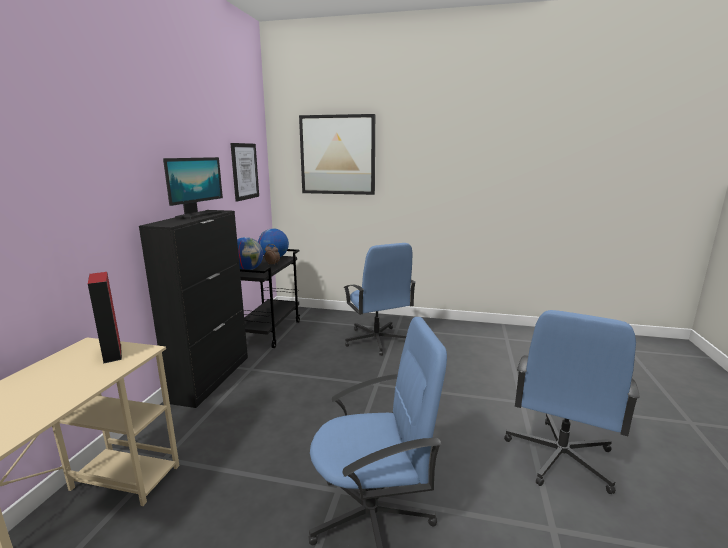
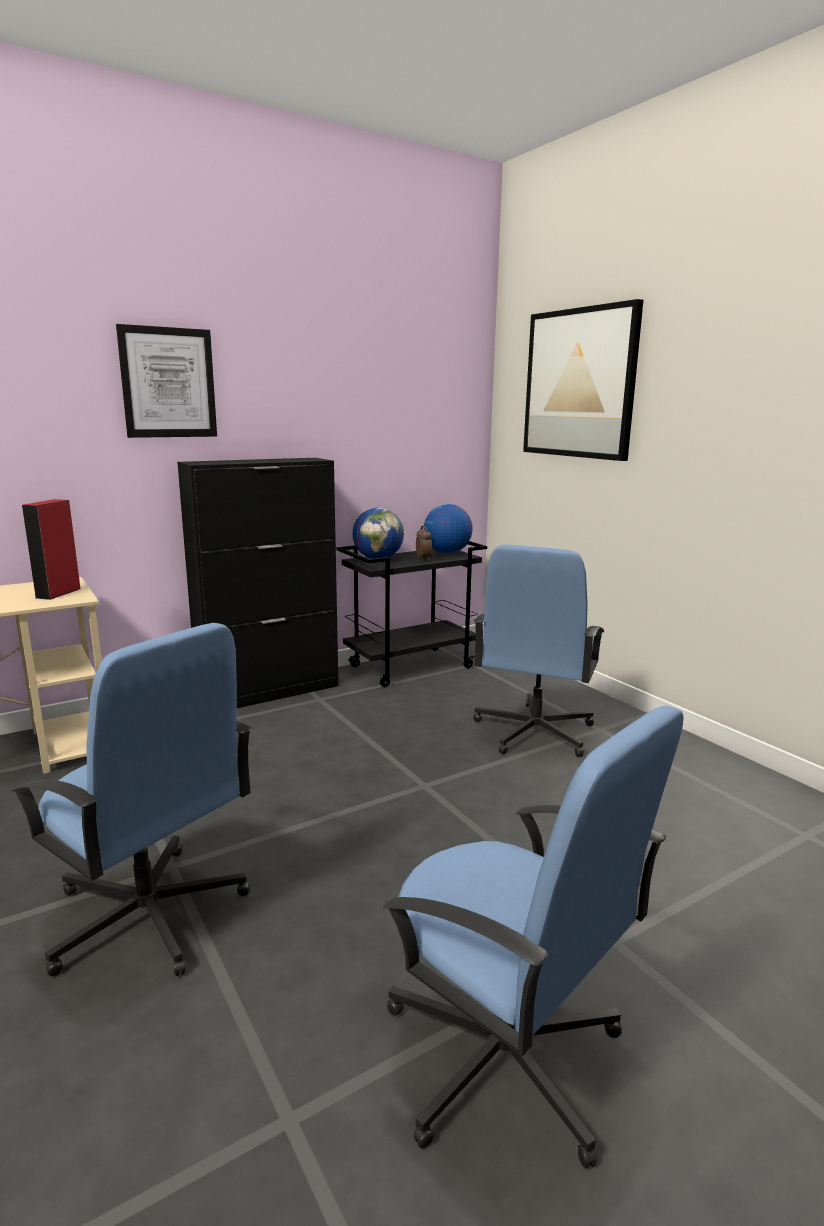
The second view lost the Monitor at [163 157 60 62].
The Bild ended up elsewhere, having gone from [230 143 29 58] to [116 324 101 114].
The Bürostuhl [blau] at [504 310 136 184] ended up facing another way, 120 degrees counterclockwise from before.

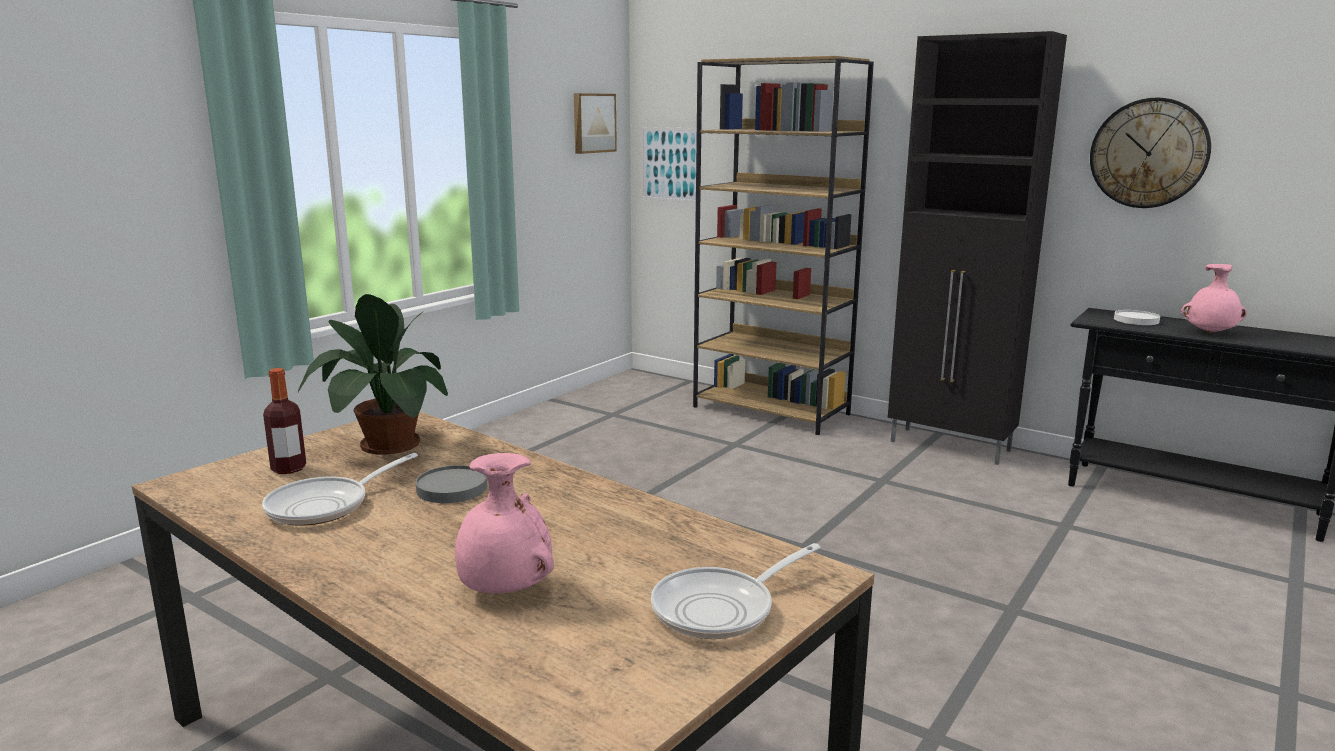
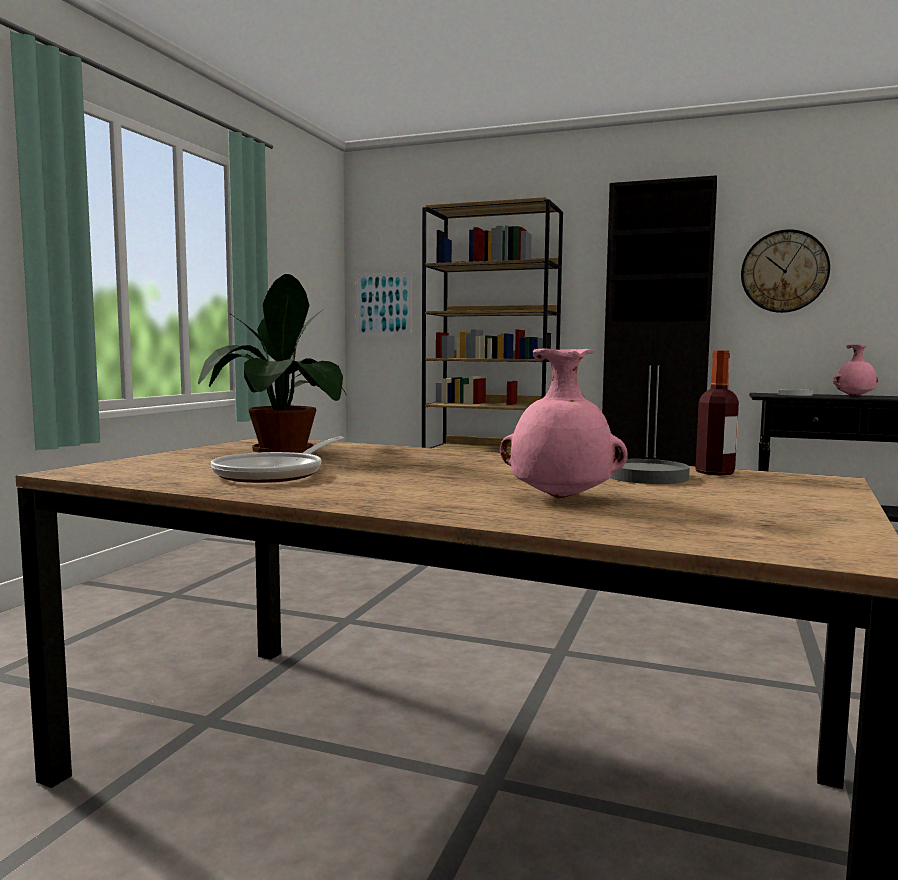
The second view lost the Bild at [574 93 43 61].
The second view lost the Pfanne at [651 543 170 96].
The Flasche ended up elsewhere, having gone from [263 368 43 106] to [695 350 44 125].
The Teller [grau] ended up elsewhere, having gone from [416 465 71 38] to [610 459 80 25].

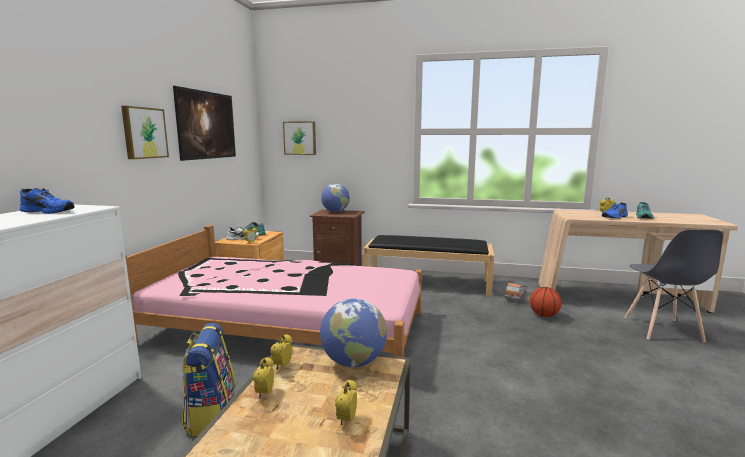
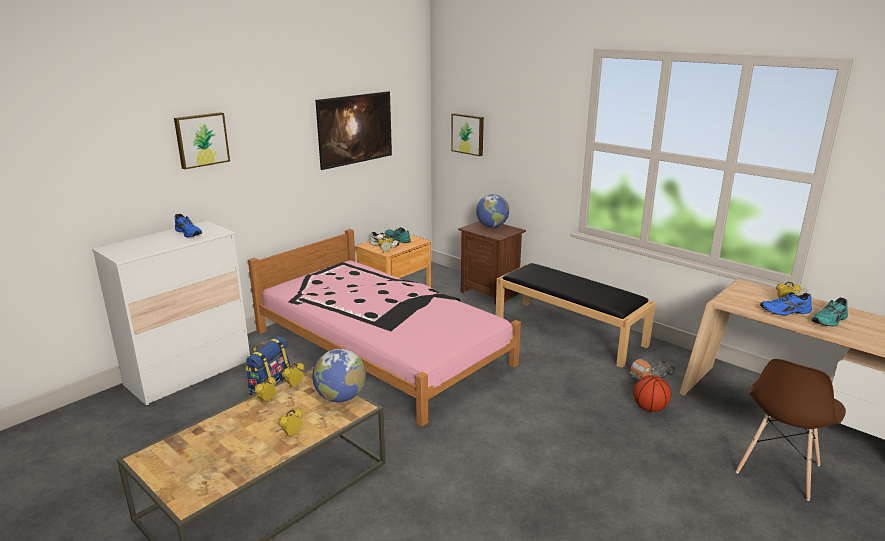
The Bild ended up elsewhere, having gone from [121 106 48 53] to [174 112 56 57].
What was the Stuhl [grau] at [625 229 98 114] turned into the Stuhl [braun] at [736 359 110 142].

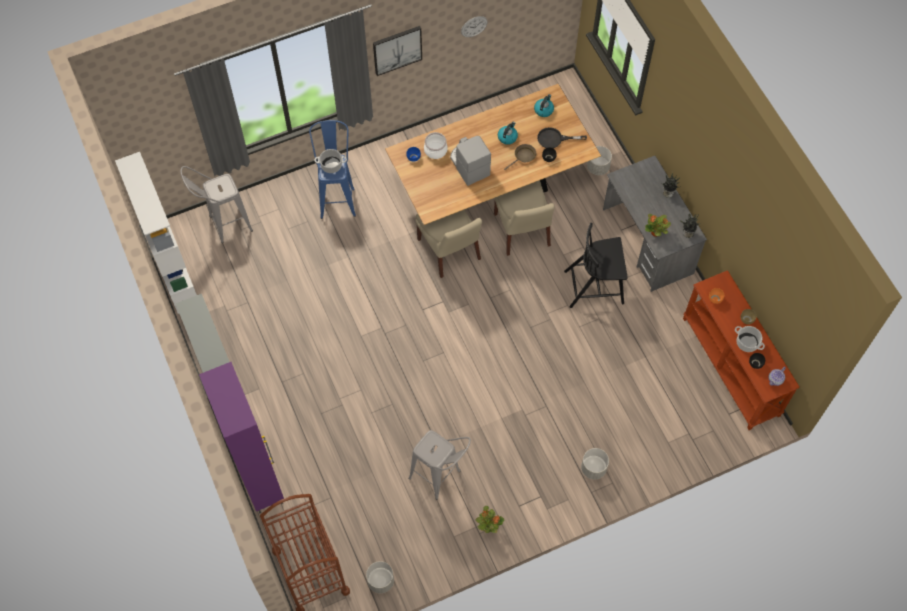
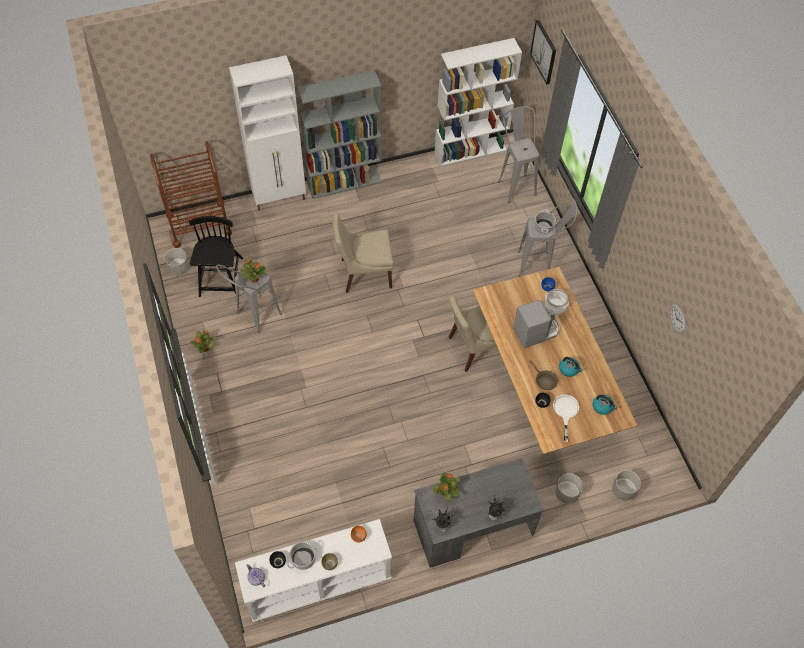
The second view gained the Topfpflanze at [241 258 25 25].
The Bild ended up elsewhere, having gone from [373 26 49 50] to [530 20 26 64].
The Stuhl [beige] ended up elsewhere, having gone from [494 180 61 76] to [332 213 61 80].
The Stuhl [schwarz] ended up elsewhere, having gone from [564 223 64 85] to [189 216 54 81].
The Pflanzkübel [grau] ended up elsewhere, having gone from [581 448 28 31] to [612 470 29 31].
What was the Schrank [lila] at [199 362 85 152] turned into the Schrank [weiß] at [229 55 77 156].
What was the Hocker [blau] at [309 120 47 99] turned into the Hocker [grau] at [518 197 59 80].
What was the Pfanne [schwarz] at [537 127 50 21] turned into the Pfanne [weiß] at [553 395 26 47].
What was the Konsolentisch [braun] at [683 270 116 160] turned into the Konsolentisch [weiß] at [235 519 157 105].

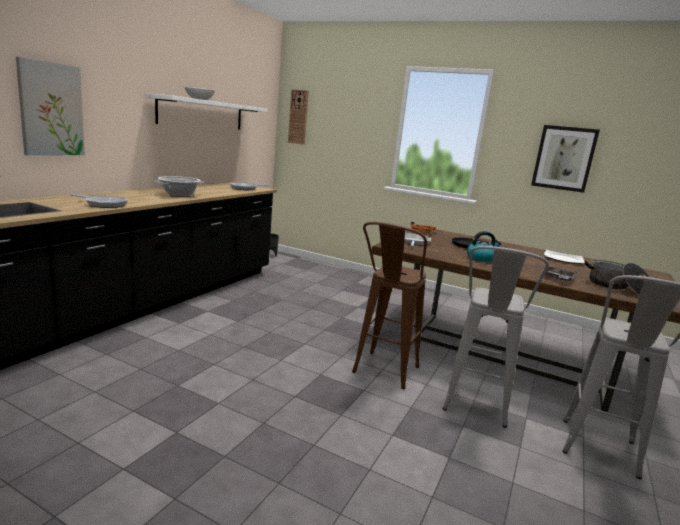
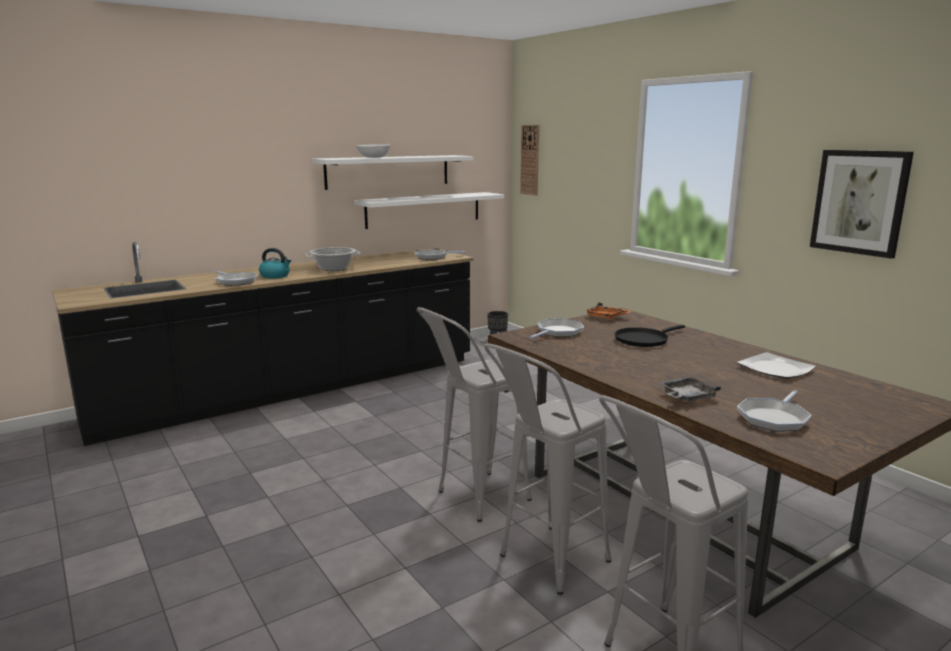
The second view lost the Bild at [16 57 69 99].
The second view gained the Wandregal [weiß] at [354 192 150 37].
The Wasserkessel ended up elsewhere, having gone from [467 231 34 31] to [259 248 32 31].
Where the Kochtopf stood at [585 260 64 35], the Pfanne came to stand at [737 390 74 41].
What was the Hocker [braun] at [352 222 75 167] turned into the Hocker [grau] at [417 307 115 215].

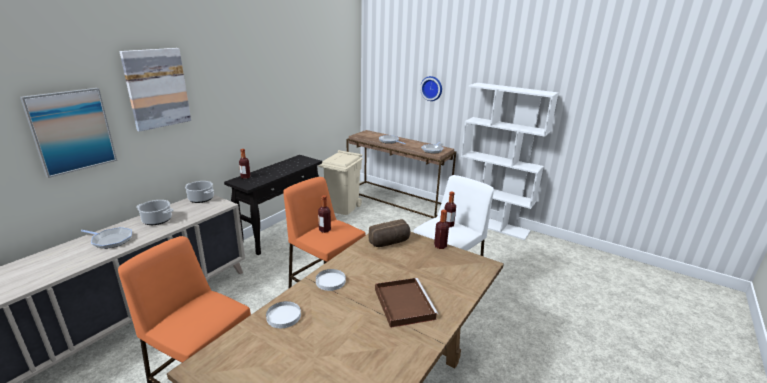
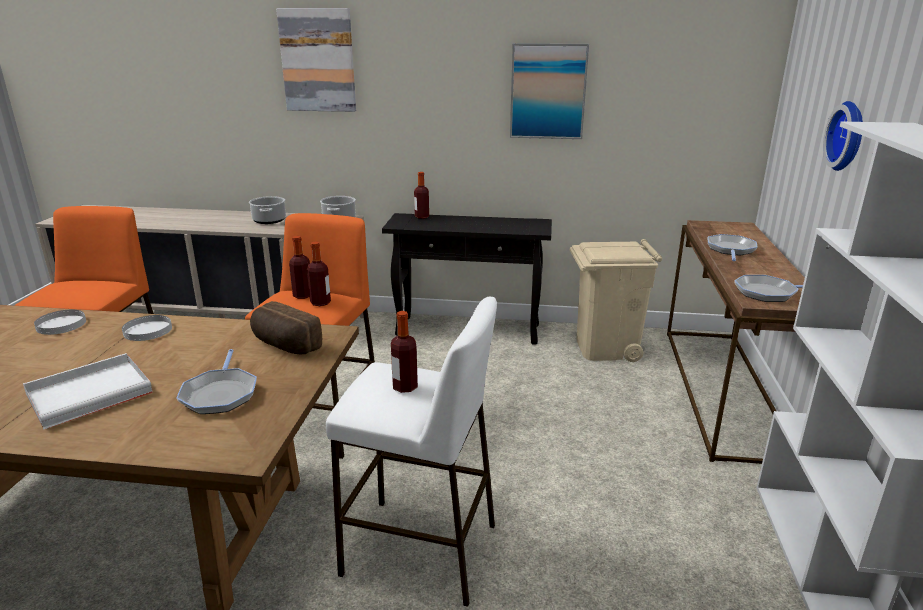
The Bild ended up elsewhere, having gone from [20 88 97 90] to [510 43 79 96].
The Pfanne ended up elsewhere, having gone from [81 227 51 22] to [177 349 80 65].
The Flasche ended up elsewhere, having gone from [434 210 15 39] to [307 242 24 64].
What was the Tablett [braun] at [375 278 63 50] turned into the Tablett [weiß] at [23 353 130 77].

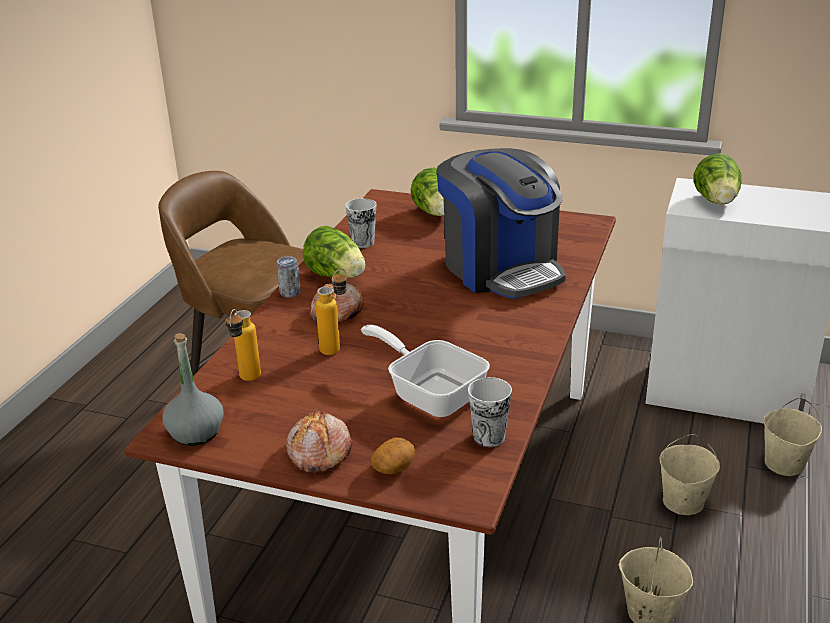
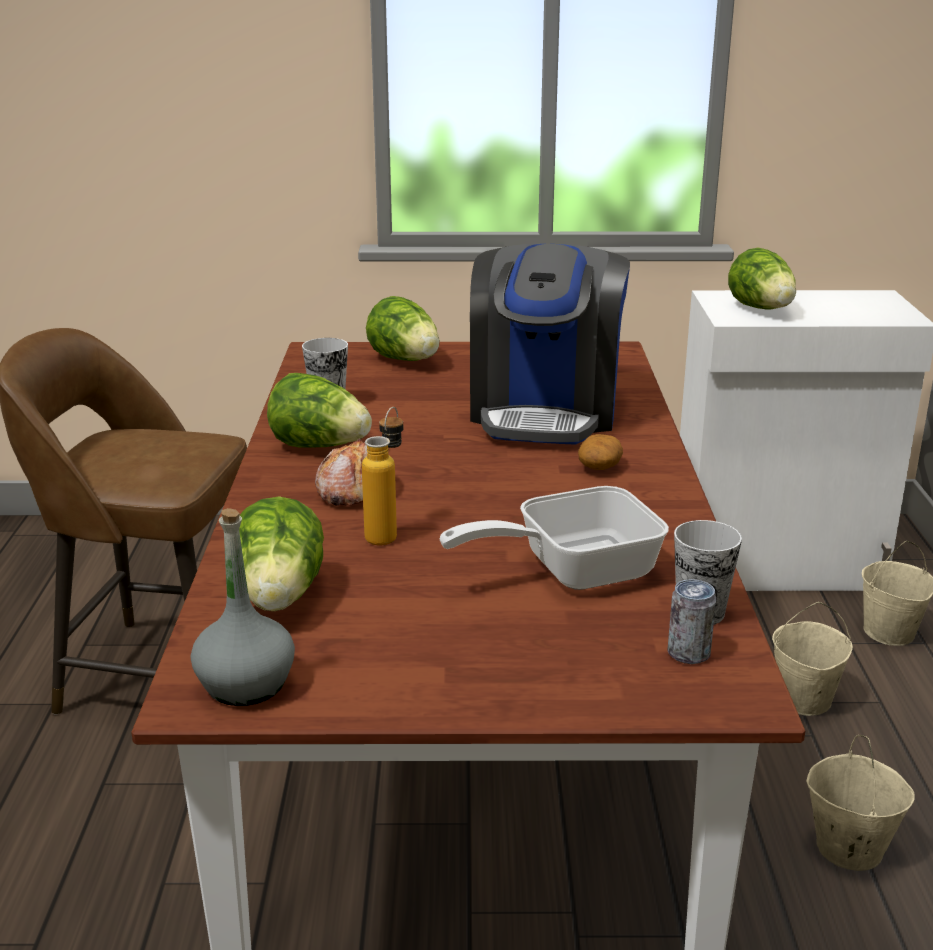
The second view lost the Brot at [286 410 66 63].
The Dose ended up elsewhere, having gone from [277 256 24 42] to [667 579 49 85].
The Kartoffel ended up elsewhere, having gone from [370 437 45 37] to [578 434 45 36].
Where the Flasche stood at [226 309 35 72], the Salatkopf came to stand at [239 496 85 115].
The Pfanne at [361 325 129 92] ended up facing another way, 45 degrees counterclockwise from before.
The Kaffeemaschine at [437 148 129 151] ended up facing another way, 60 degrees clockwise from before.

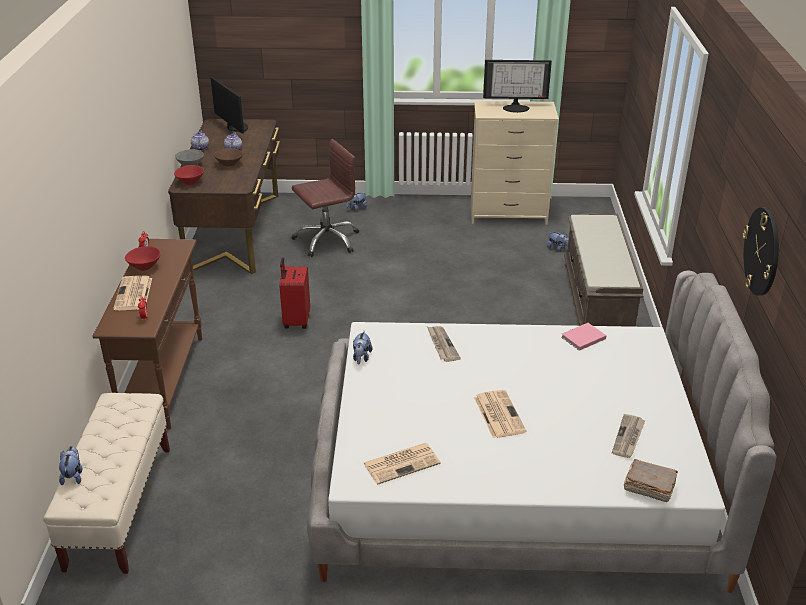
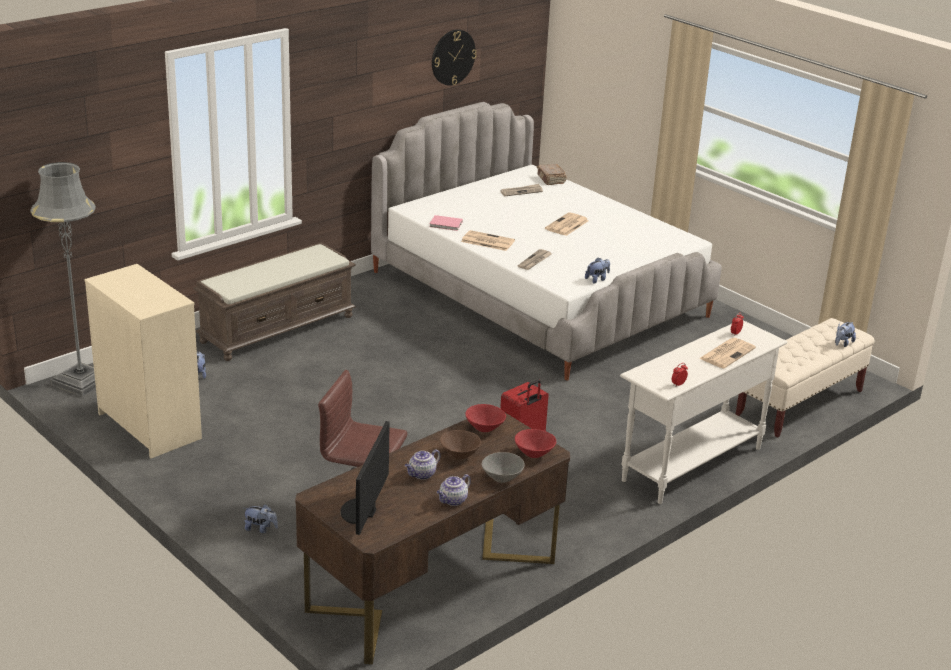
The second view lost the Monitor at [483 60 69 53].
The second view gained the Stehlampe [grau] at [30 162 66 235].
The Schüssel [rot] ended up elsewhere, having gone from [125 246 36 25] to [465 404 41 28].
The Zeitung ended up elsewhere, having gone from [364 443 77 42] to [461 230 54 21].
What was the Konsolentisch [braun] at [92 239 110 191] turned into the Konsolentisch [weiß] at [620 320 168 184].

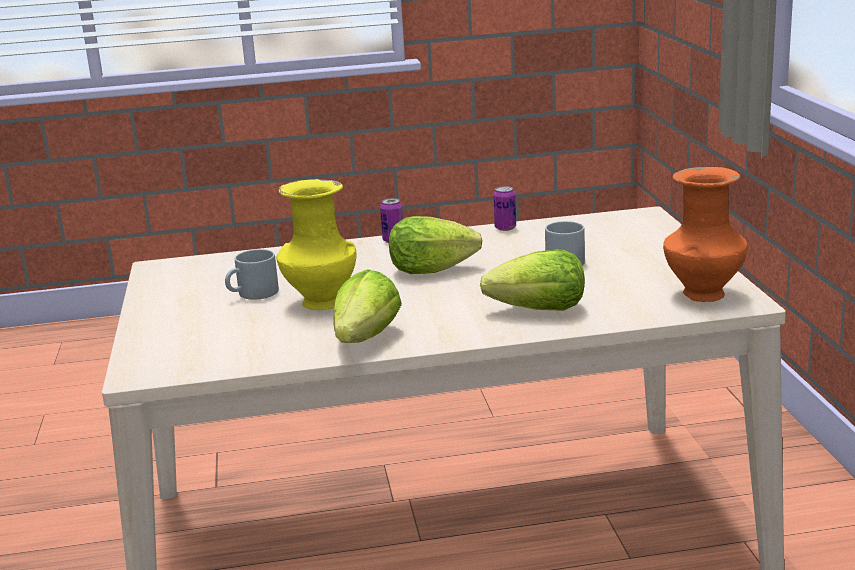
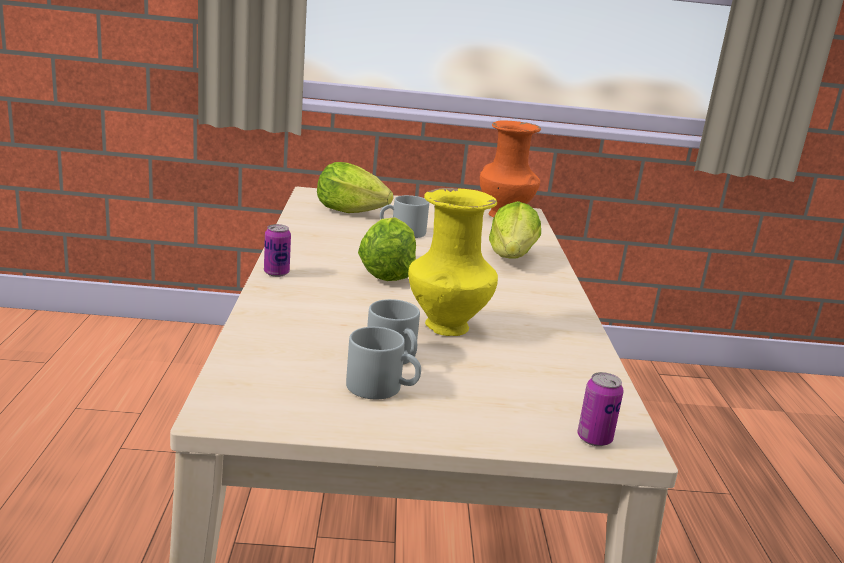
The second view gained the Henkelbecher [grau] at [346 327 75 72].
The Salatkopf ended up elsewhere, having gone from [333 269 69 74] to [317 162 76 51].
The Dose ended up elsewhere, having gone from [493 186 23 45] to [577 372 47 74].

